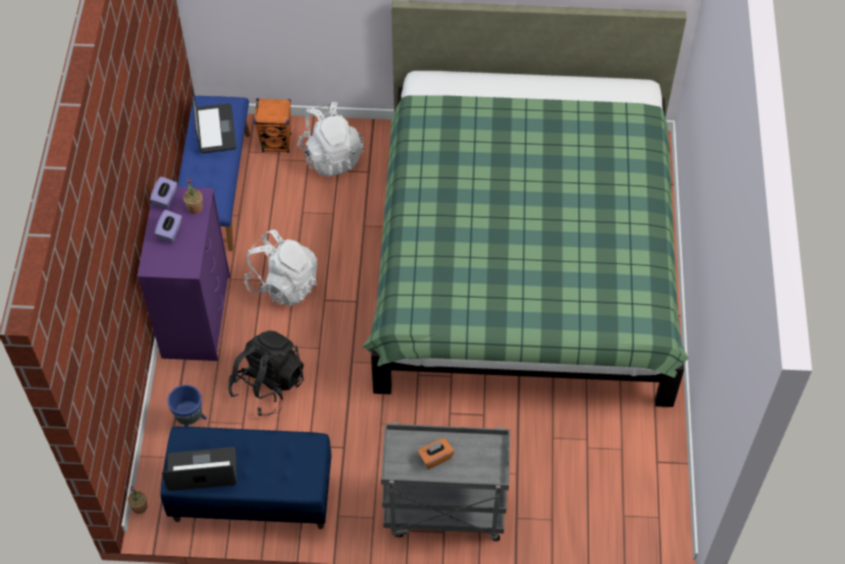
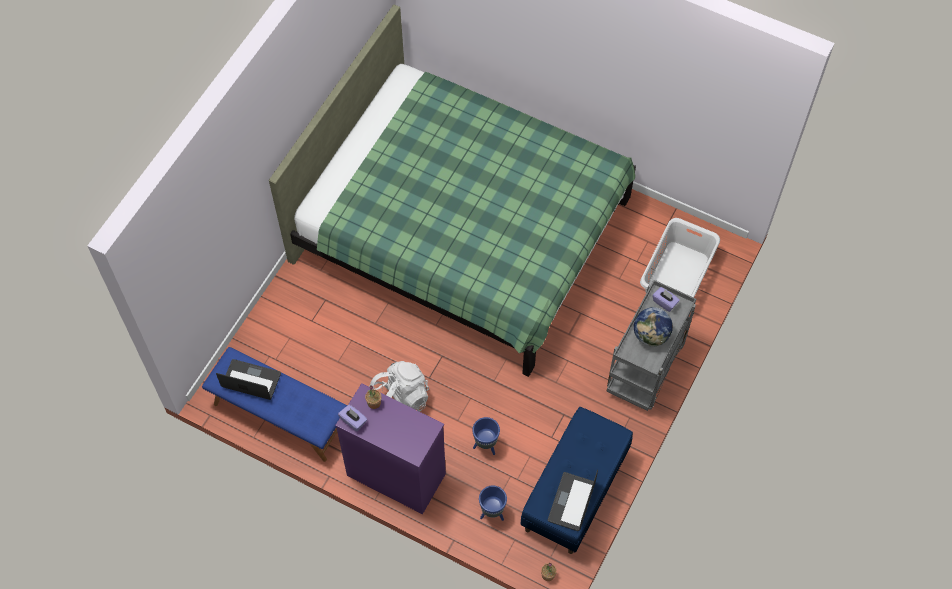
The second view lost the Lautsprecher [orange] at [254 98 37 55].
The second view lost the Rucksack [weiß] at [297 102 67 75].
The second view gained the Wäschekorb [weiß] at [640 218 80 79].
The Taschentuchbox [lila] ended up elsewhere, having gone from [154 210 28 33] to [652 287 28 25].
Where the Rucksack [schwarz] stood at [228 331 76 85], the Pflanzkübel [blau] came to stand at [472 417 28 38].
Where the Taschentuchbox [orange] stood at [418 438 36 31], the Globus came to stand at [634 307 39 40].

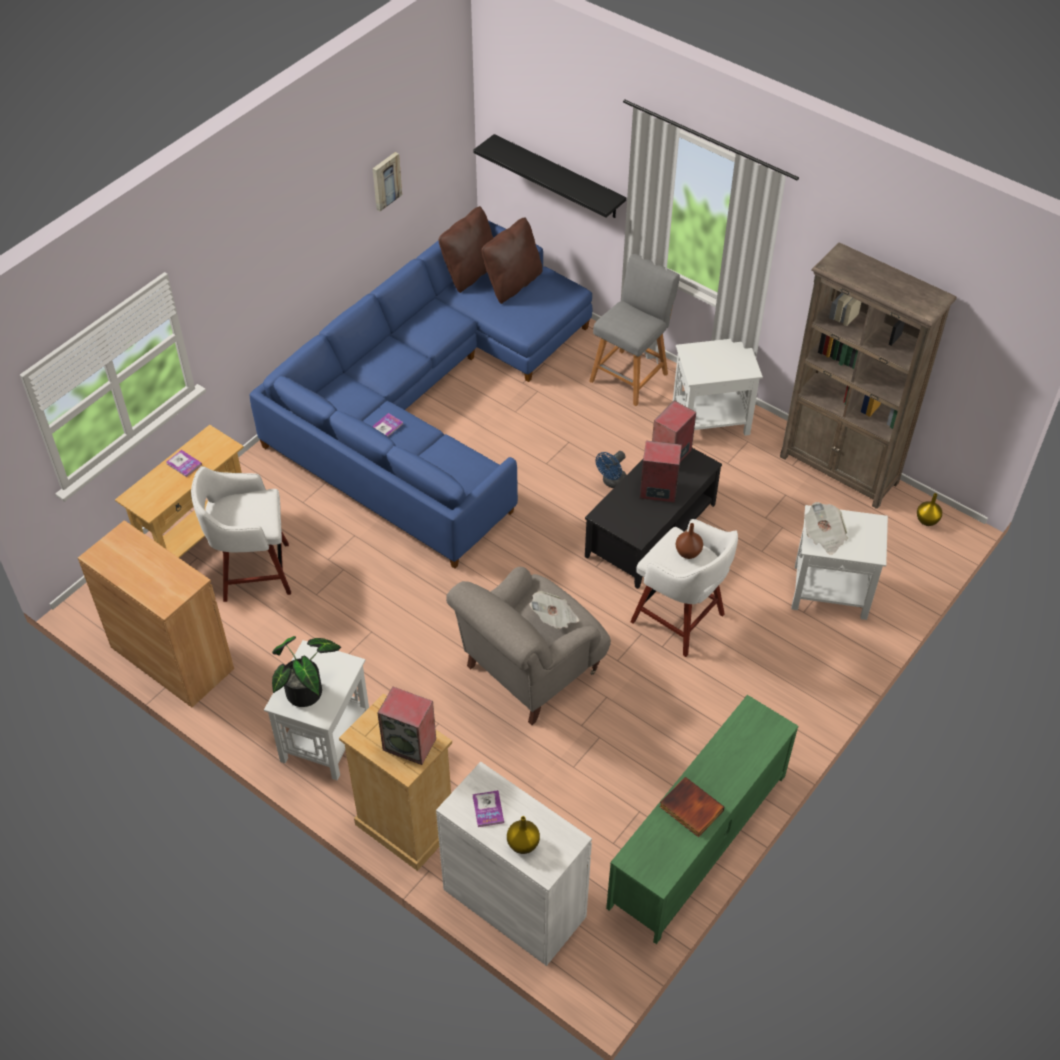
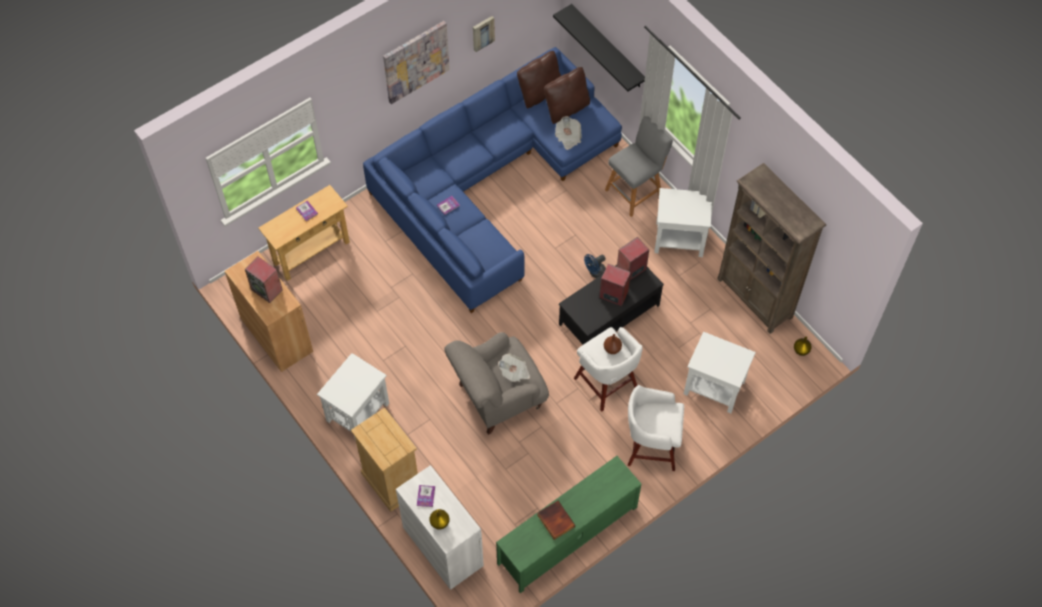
The second view lost the Topfpflanze at [272 636 69 71].
The second view gained the Bild at [383 21 67 83].
The Hocker [weiß] ended up elsewhere, having gone from [191 466 100 136] to [628 385 56 86].
The Lautsprecher ended up elsewhere, having gone from [378 687 58 78] to [245 257 38 46].
The Zeitung ended up elsewhere, having gone from [804 502 44 53] to [555 116 27 34].

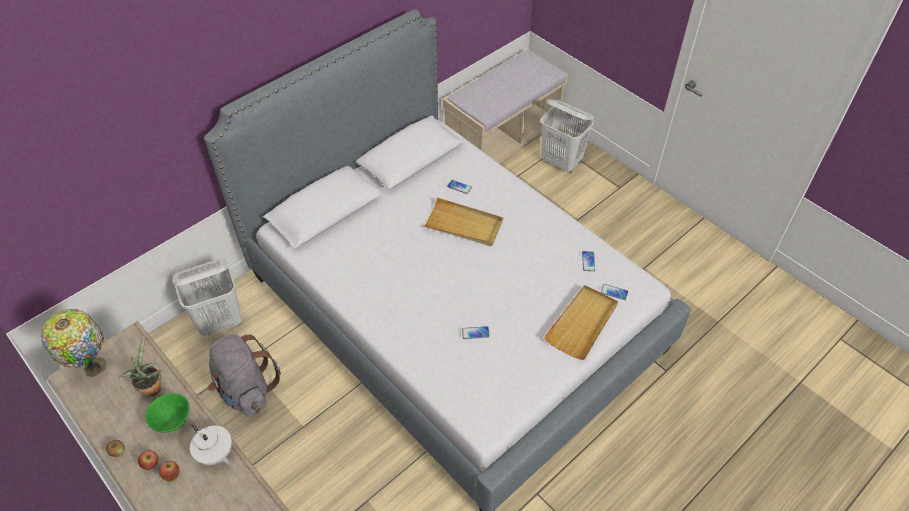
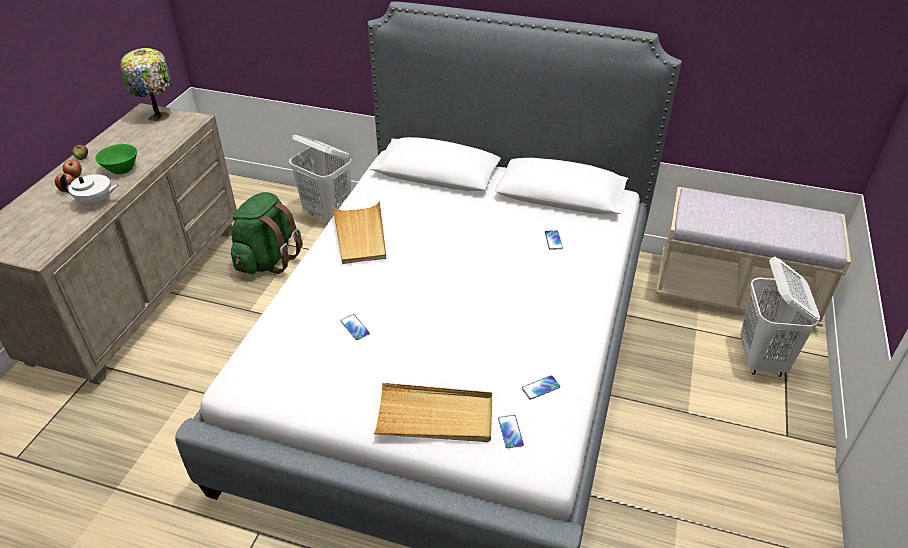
The second view lost the Topfpflanze at [118 336 43 61].
The Tablett [beige] ended up elsewhere, having gone from [423 198 80 48] to [332 201 54 63].
What was the Rucksack [grau] at [208 334 73 83] turned into the Rucksack [grün] at [231 192 72 82].
The Teekanne [weiß] at [190 423 42 42] ended up facing another way, 105 degrees counterclockwise from before.

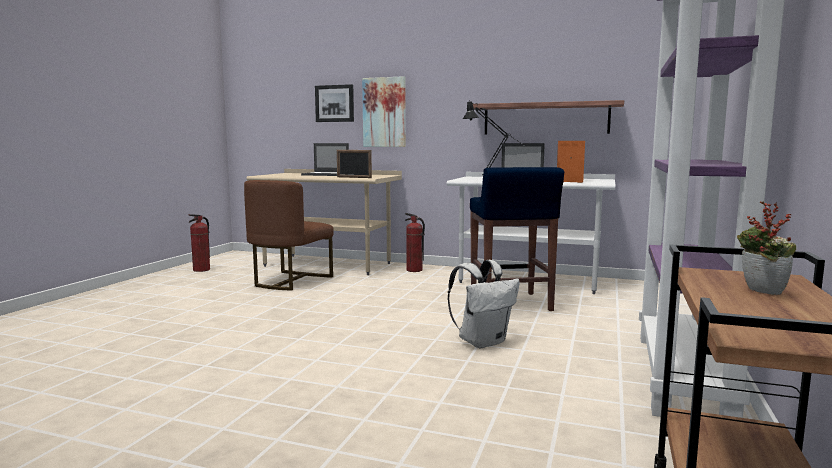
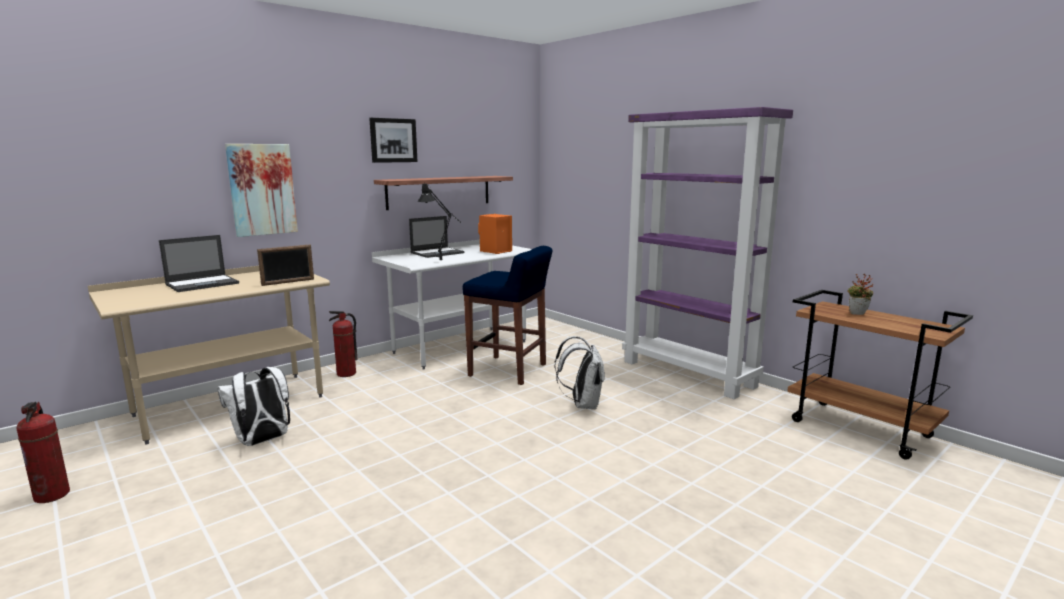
The Bild ended up elsewhere, having gone from [315 84 39 38] to [369 118 49 45].
Where the Stuhl [braun] stood at [244 180 90 111], the Rucksack [weiß] came to stand at [217 367 73 79].

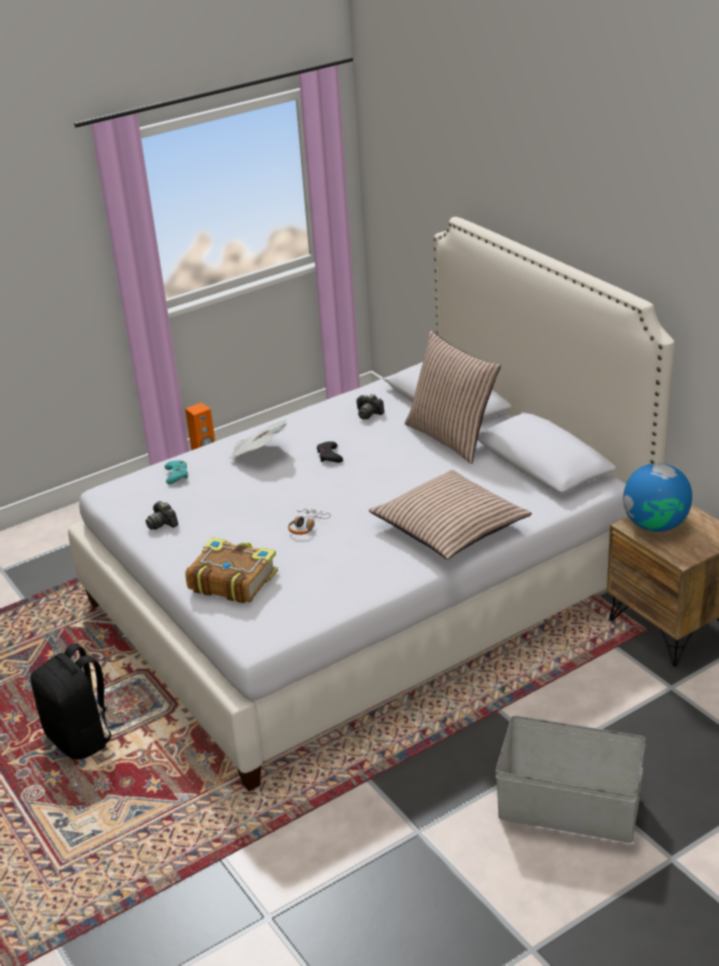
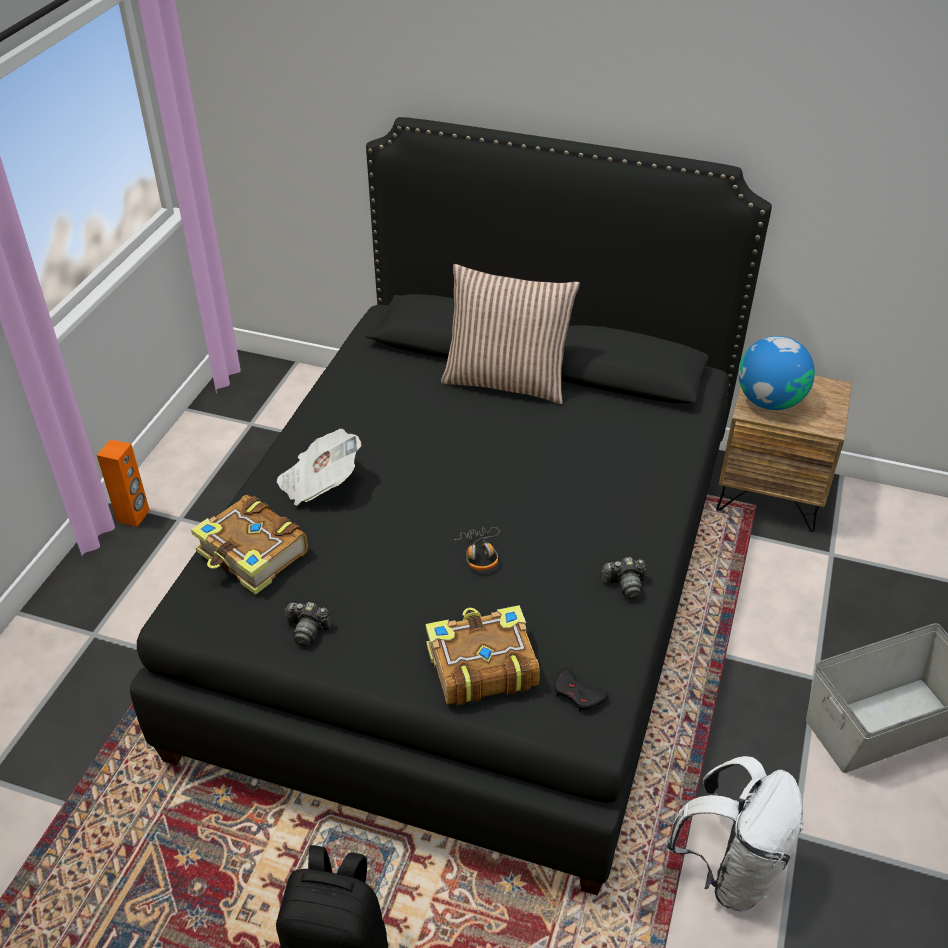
The second view lost the Kissen at [369 470 163 90].
The second view gained the Rucksack [weiß] at [666 756 138 155].
The Gamepad [schwarz] ended up elsewhere, having gone from [317 441 26 22] to [554 667 54 45].
The Kamera ended up elsewhere, having gone from [356 394 28 26] to [602 557 44 42].
Where the Gamepad [türkis] stood at [165 460 23 24], the Buch came to stand at [191 495 117 100].
What was the Bett [weiß] at [68 217 606 574] turned into the Bett [schwarz] at [130 117 642 778].

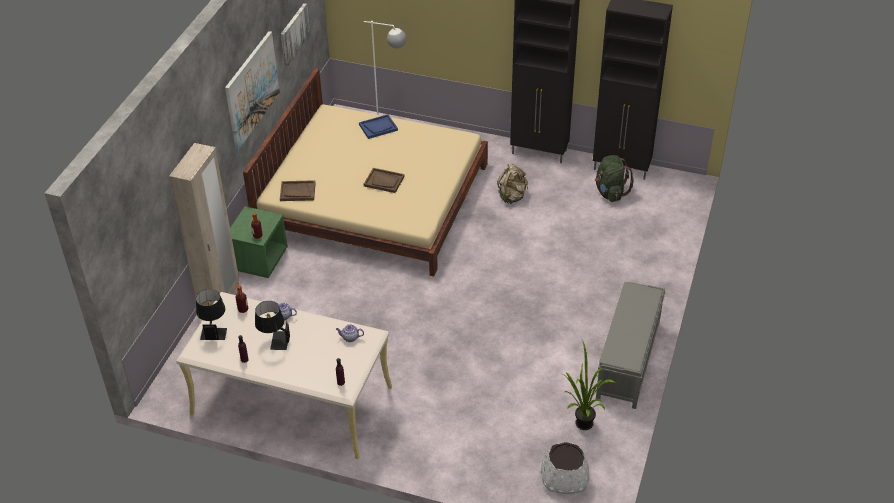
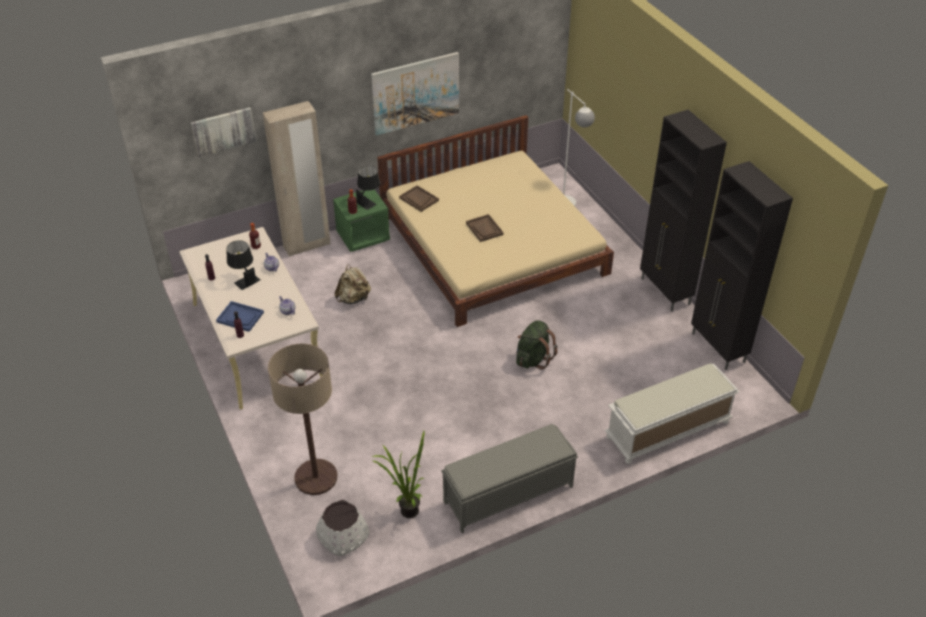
The second view gained the Stehlampe at [268 344 69 151].
The second view gained the Bank [weiß] at [605 363 134 101].
The Tischlampe [schwarz] ended up elsewhere, having gone from [196 289 31 51] to [356 166 24 44].
The Bild ended up elsewhere, having gone from [281 3 29 63] to [191 107 66 50].
The Tablett [blau] ended up elsewhere, having gone from [359 114 39 25] to [216 301 48 31].
The Rucksack [beige] ended up elsewhere, having gone from [497 164 31 40] to [334 264 37 40].
The Rucksack [grün] ended up elsewhere, having gone from [595 155 39 47] to [516 320 41 49].

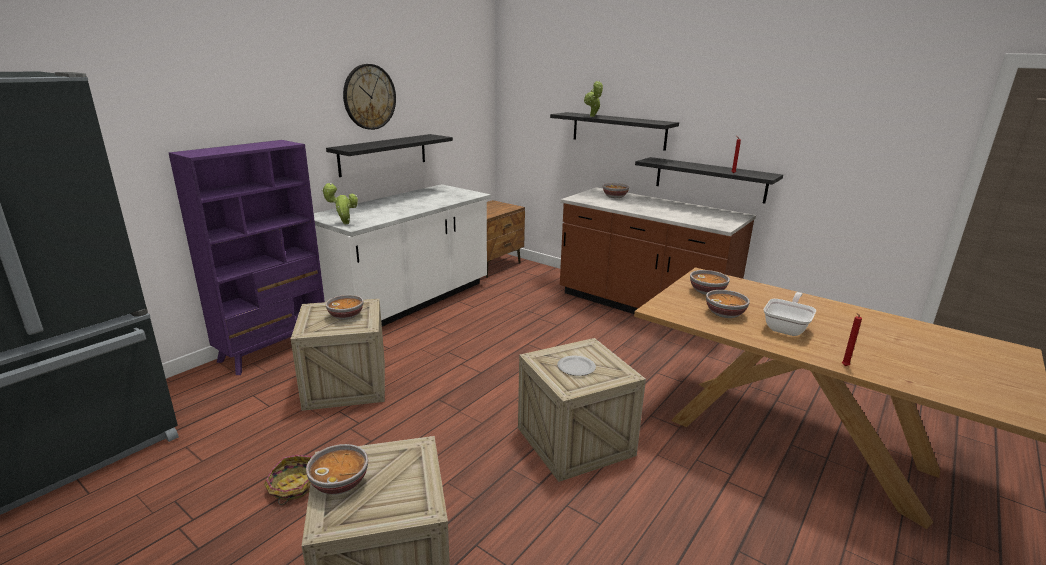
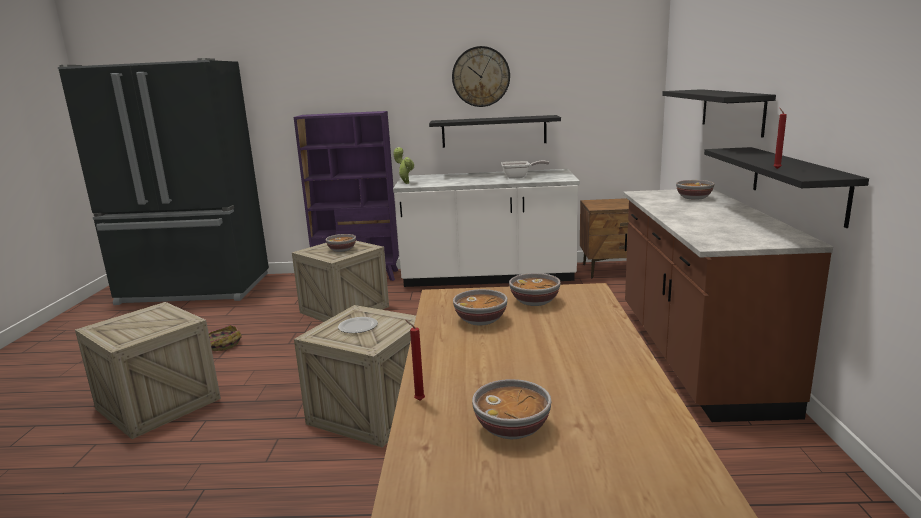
The second view lost the Topfpflanze at [584 81 19 36].
The Schüssel ended up elsewhere, having gone from [306 444 62 51] to [472 379 79 60].
The Pfanne ended up elsewhere, having gone from [764 292 52 44] to [501 161 48 18].

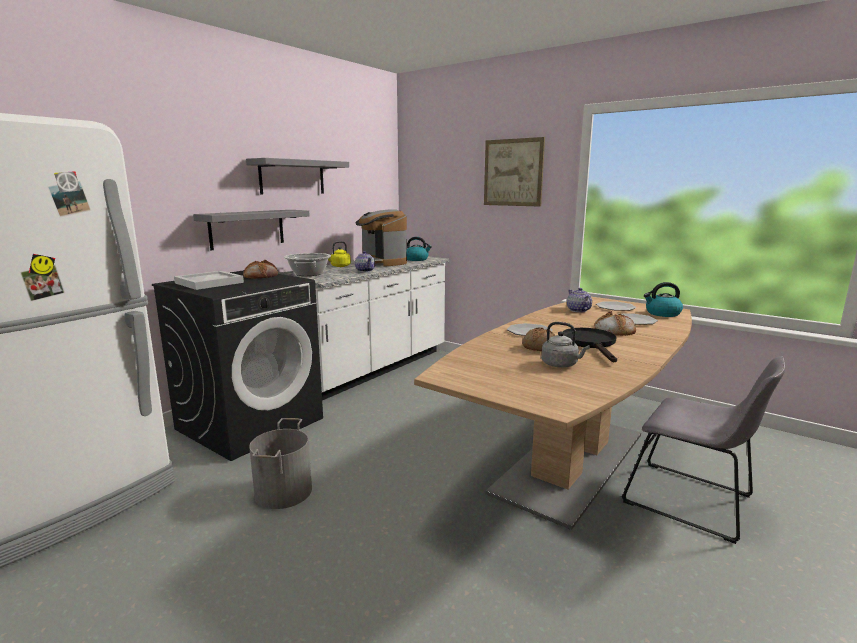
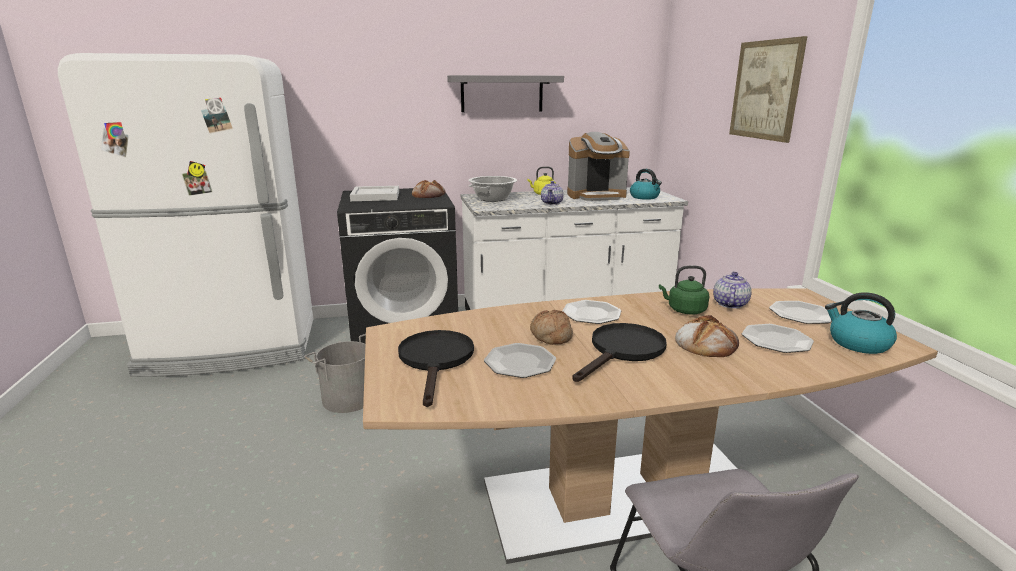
The second view lost the Wandregal [grau] at [193 210 117 40].
The second view gained the Pfanne [schwarz] at [398 330 76 77].
The second view gained the Wasserkessel [grün] at [659 266 50 49].
Where the Wasserkessel [grau] stood at [541 322 49 46], the Teller came to stand at [484 343 72 35].
The Kaffeemaschine at [355 209 52 58] ended up facing another way, 105 degrees counterclockwise from before.

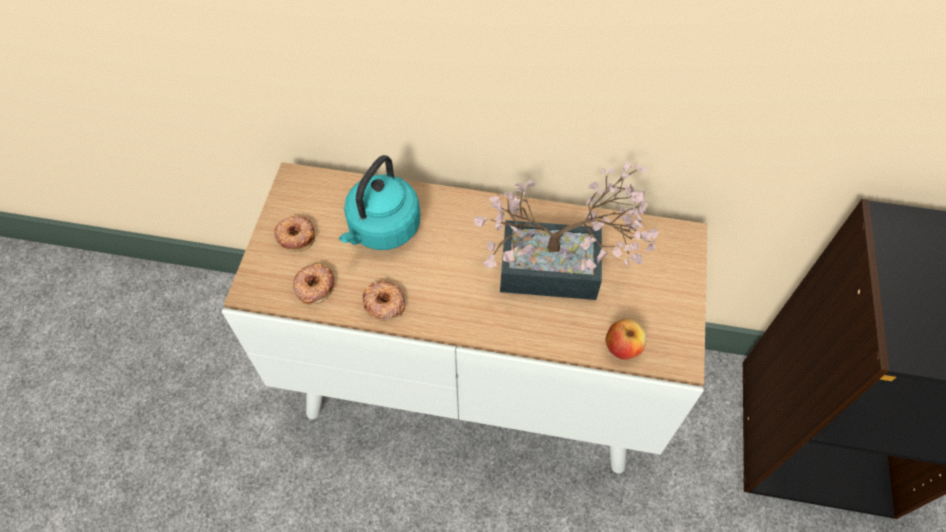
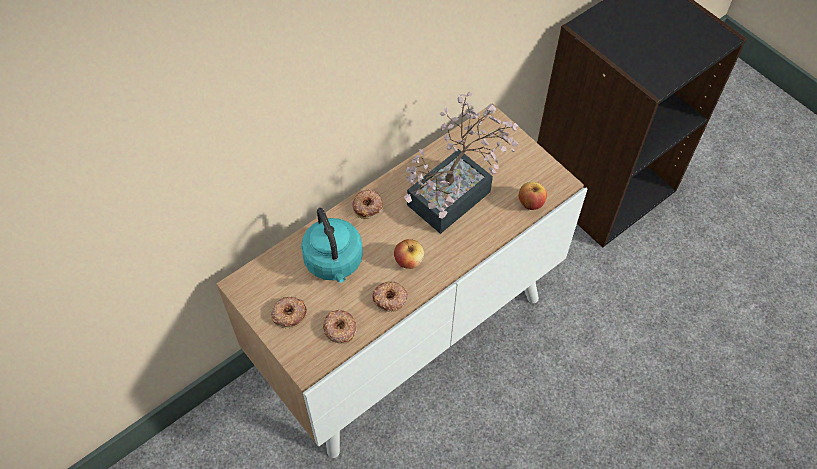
The second view gained the Donut at [352 189 31 30].
The second view gained the Apfel at [394 239 30 30].

